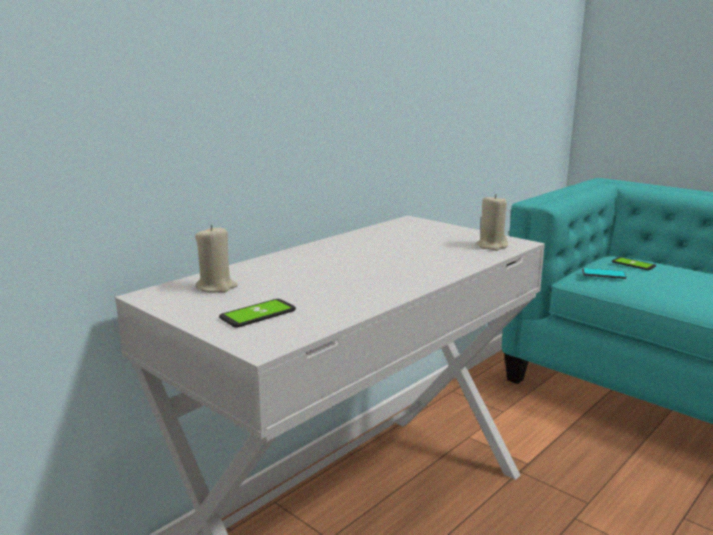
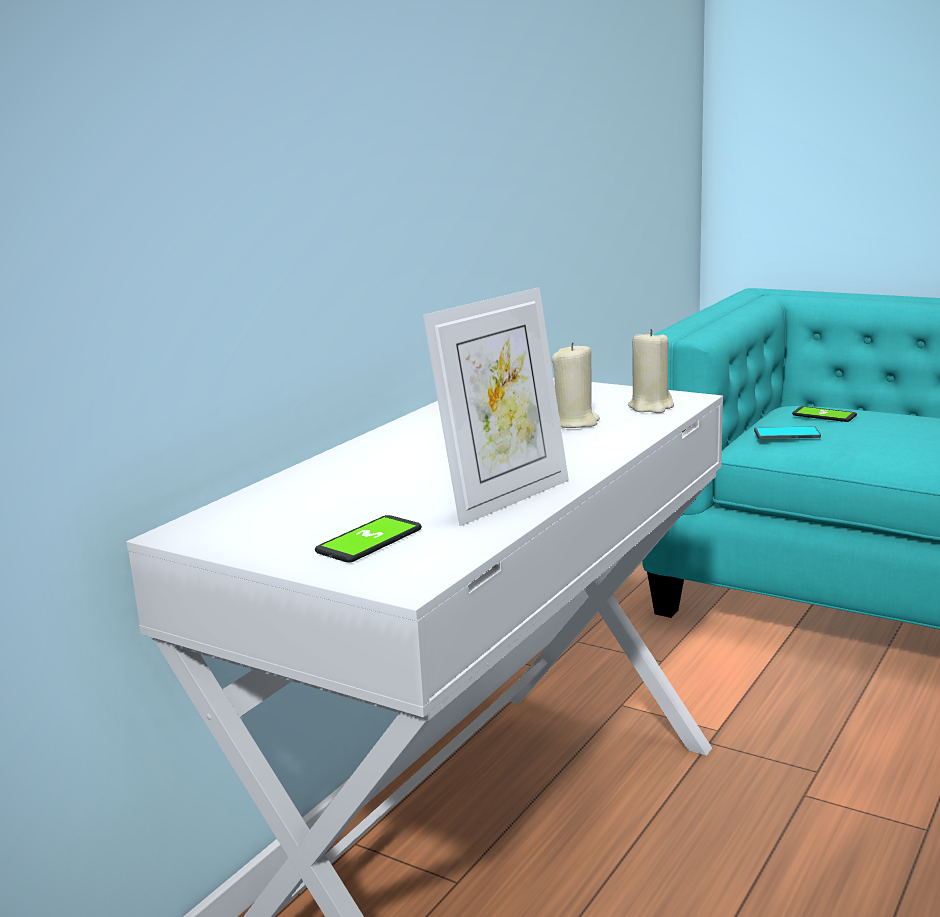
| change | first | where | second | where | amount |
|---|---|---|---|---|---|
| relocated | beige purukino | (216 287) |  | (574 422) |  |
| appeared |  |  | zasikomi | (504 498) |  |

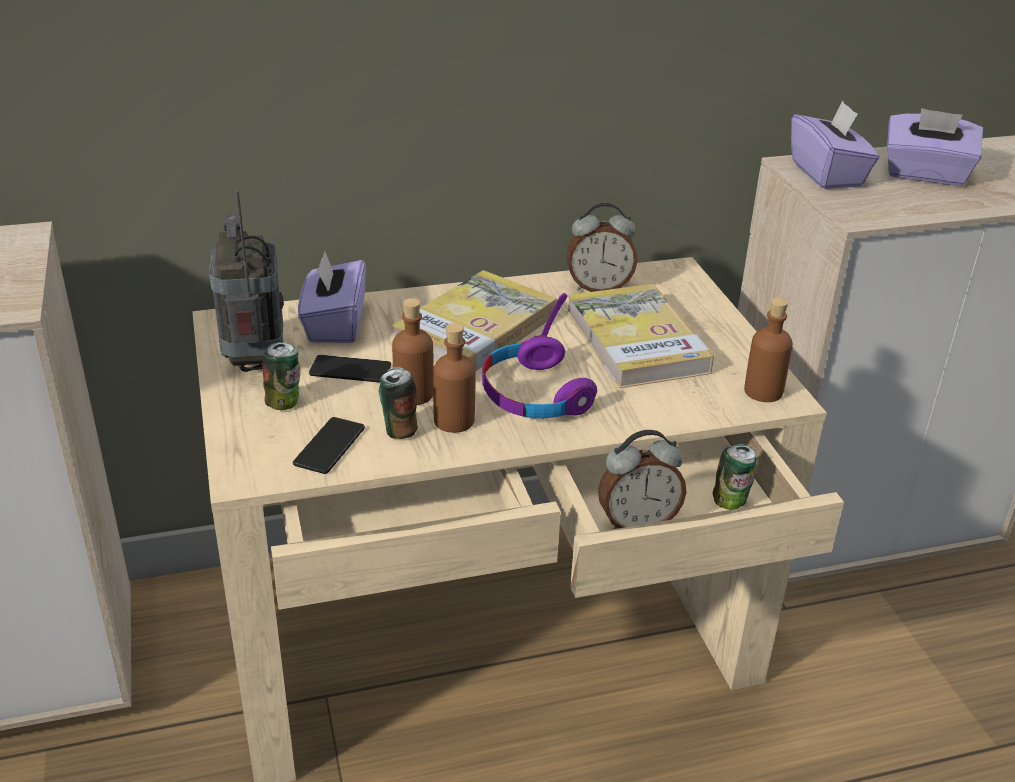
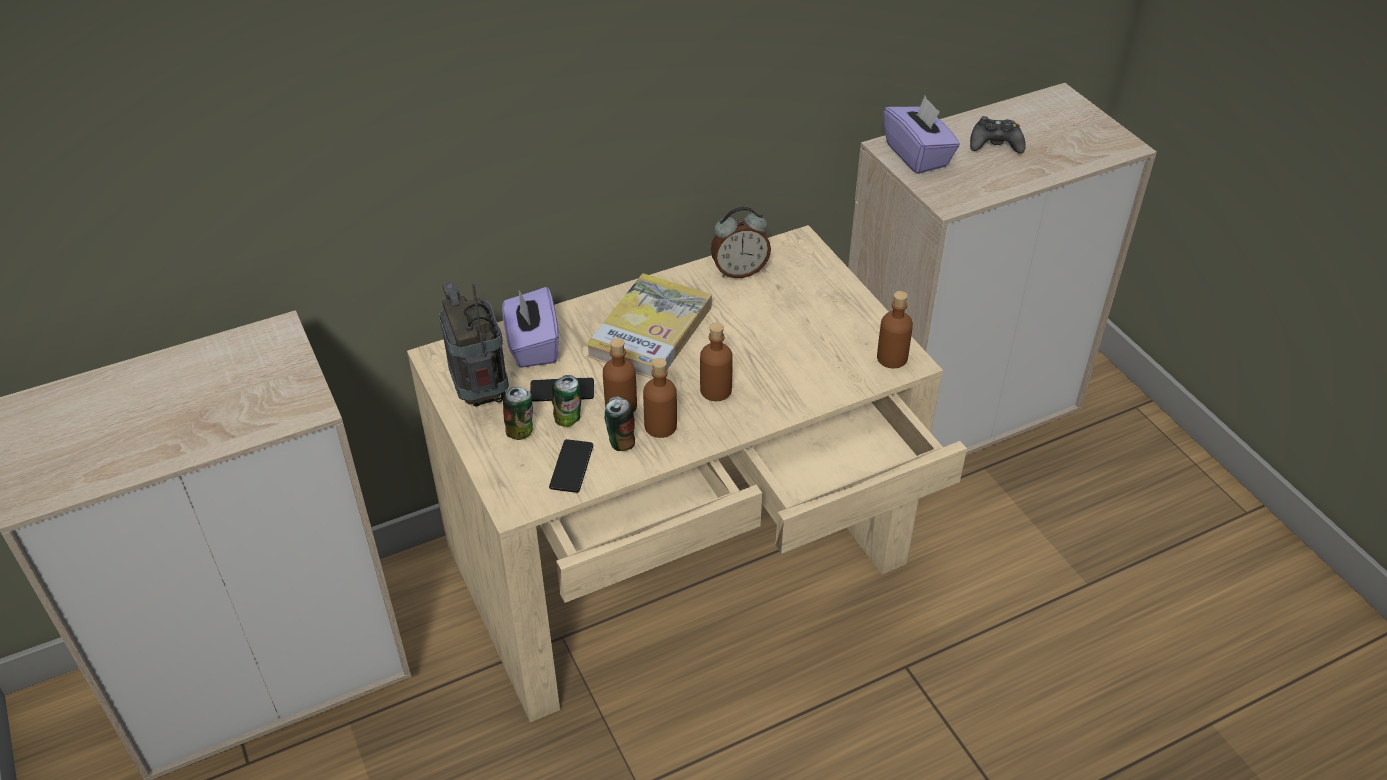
| change | first | where | second | where | amount |
|---|---|---|---|---|---|
| exchanged | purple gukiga | (534 394) | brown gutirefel | (715 390) |  |
| missing | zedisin | (636 341) |  |  |  |
| missing | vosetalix | (637 523) |  |  |  |
| relocated | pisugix | (731 502) |  | (568 419) |  |
| exchanged | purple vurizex | (925 175) | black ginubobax | (995 144) |  |

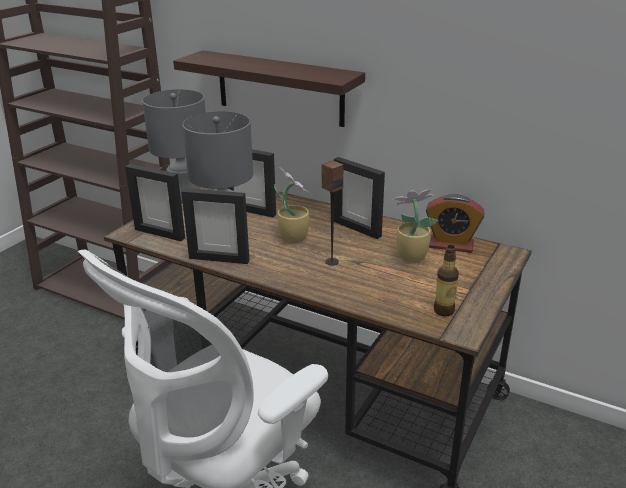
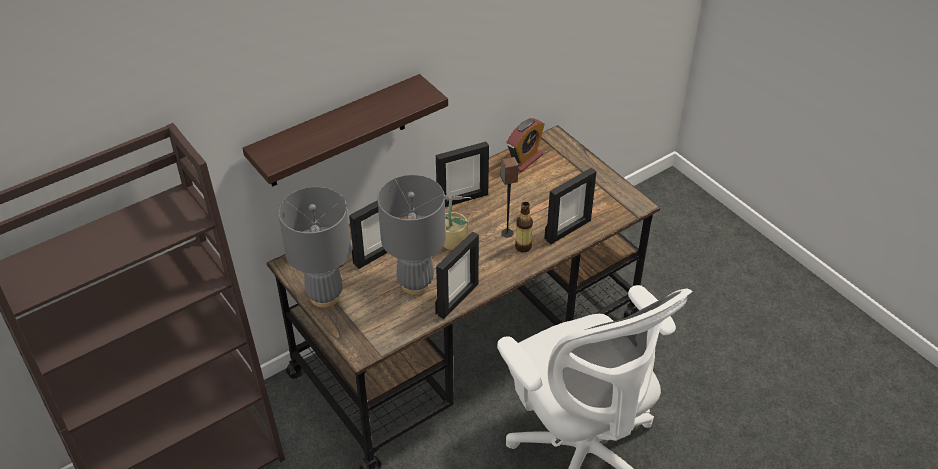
| change | first | where | second | where | amount |
|---|---|---|---|---|---|
| relocated | zasikomi | (160 233) |  | (567 229) |  |
| missing | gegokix | (410 256) |  |  |  |
| relocated | gutirefel | (444 311) |  | (523 247) |  |

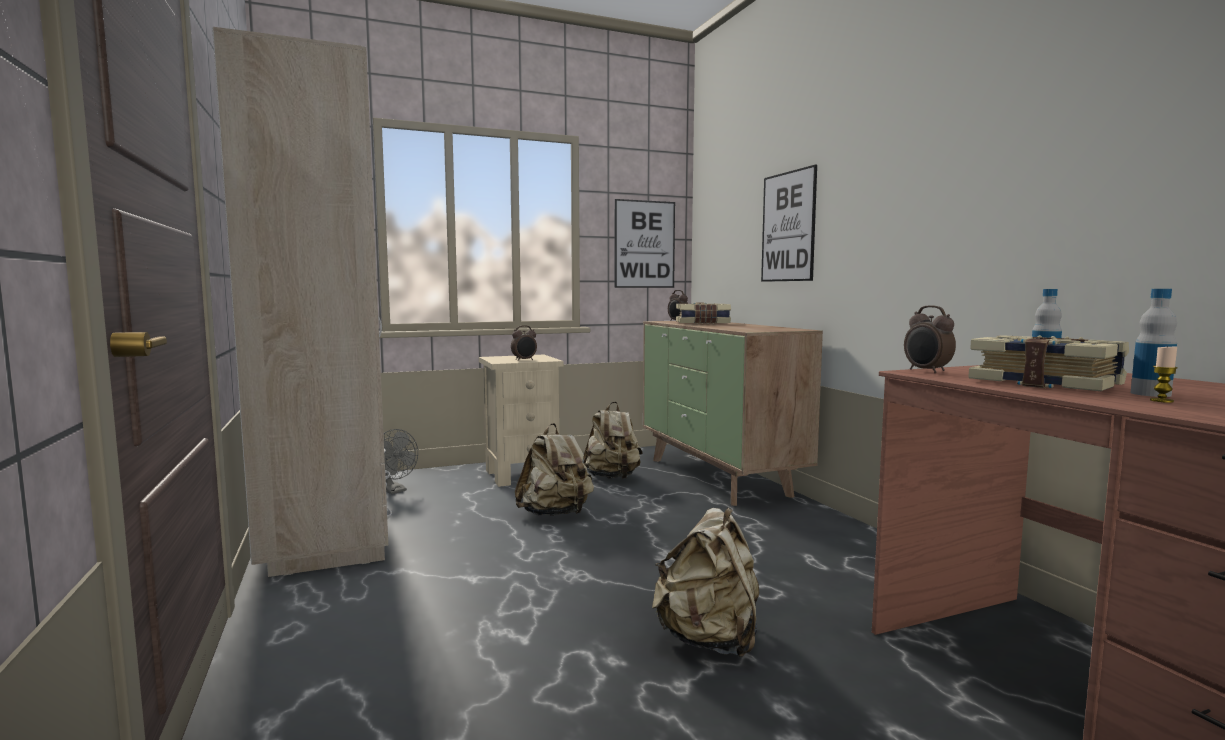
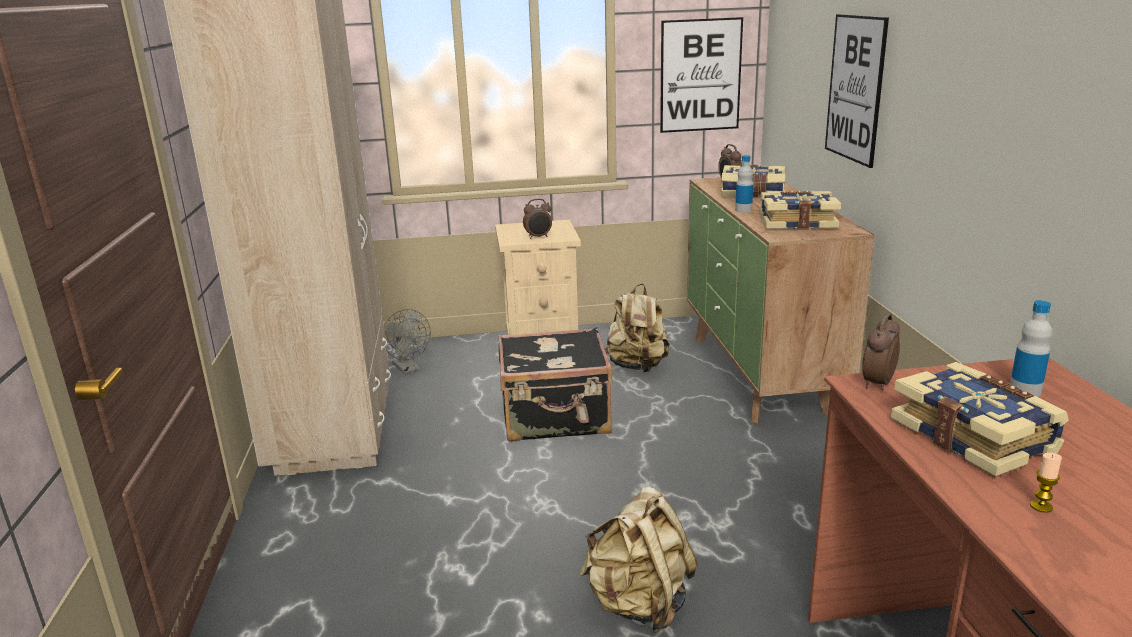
| change | first | where | second | where | amount |
|---|---|---|---|---|---|
| exchanged | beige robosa | (555 514) | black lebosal | (556 418) |  |
| spun | vosetalix | (926 371) |  | (876 383) | 45 degrees clockwise |
| relocated | gutirefel | (1150 394) |  | (743 210) |  |
| appeared |  |  | zedisin | (797 222) |  |

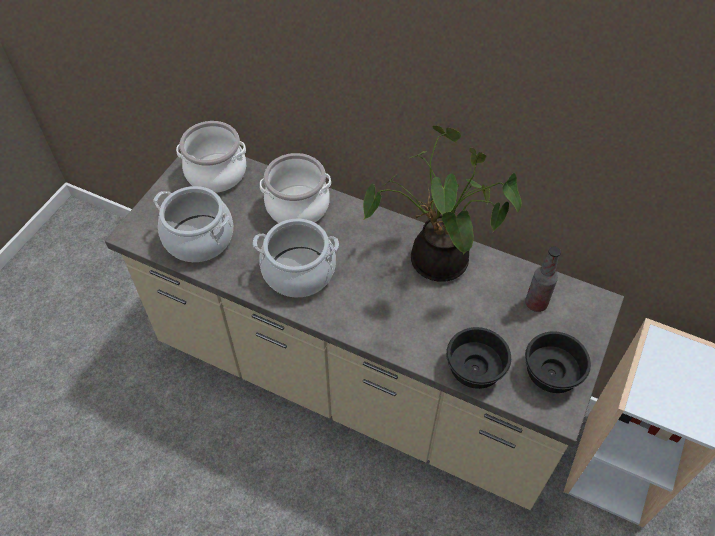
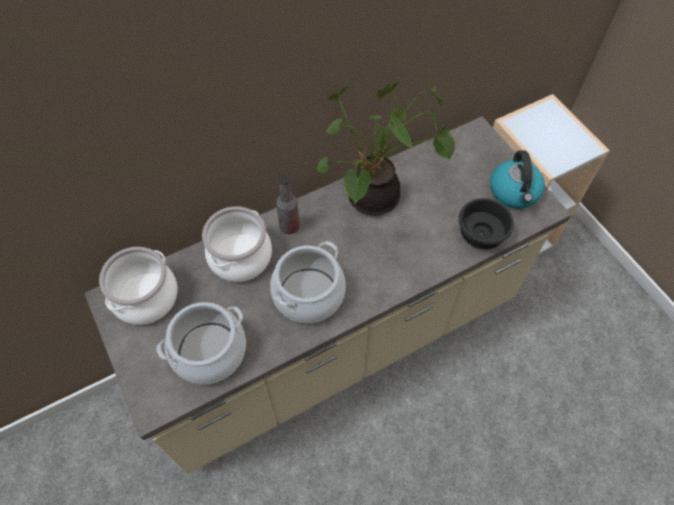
| change | first | where | second | where | amount |
|---|---|---|---|---|---|
| relocated | gutirefel | (536 303) |  | (289 226) |  |
| exchanged | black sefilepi | (553 373) | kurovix | (514 192) |  |

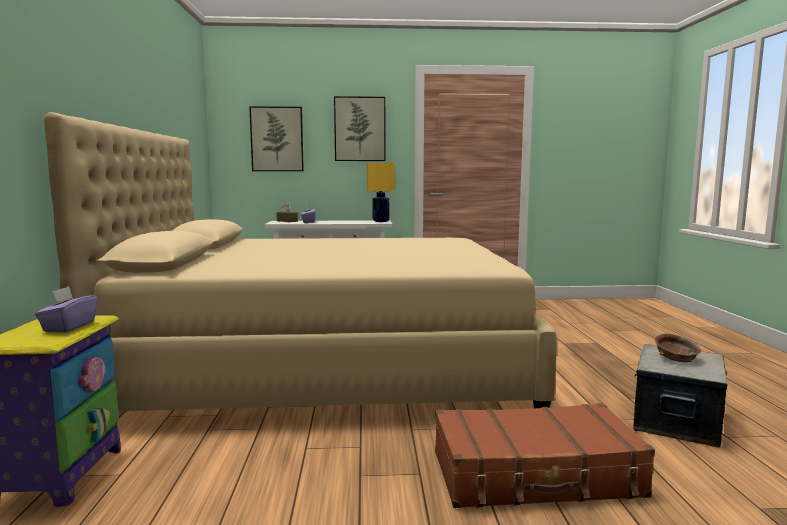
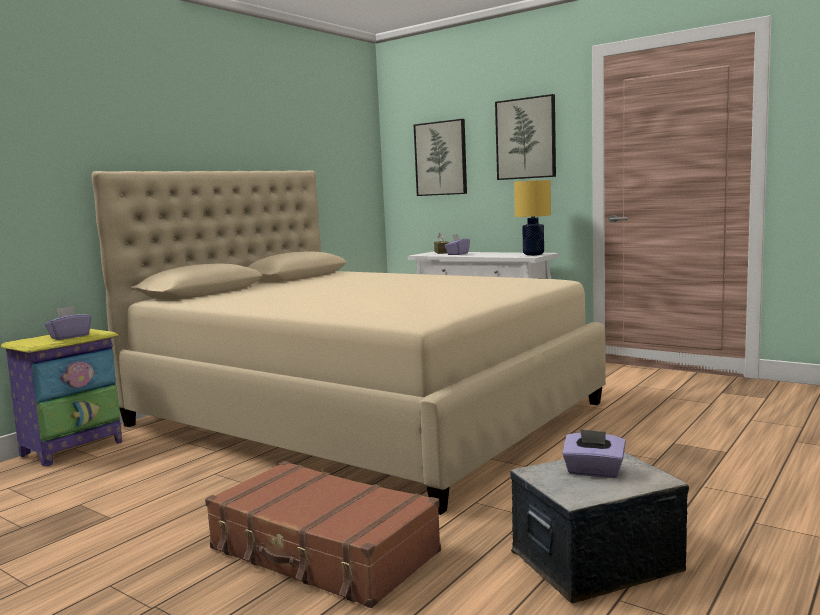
| change | first | where | second | where | amount |
|---|---|---|---|---|---|
| exchanged | brown sefilepi | (675 359) | purple vurizex | (593 472) |  |

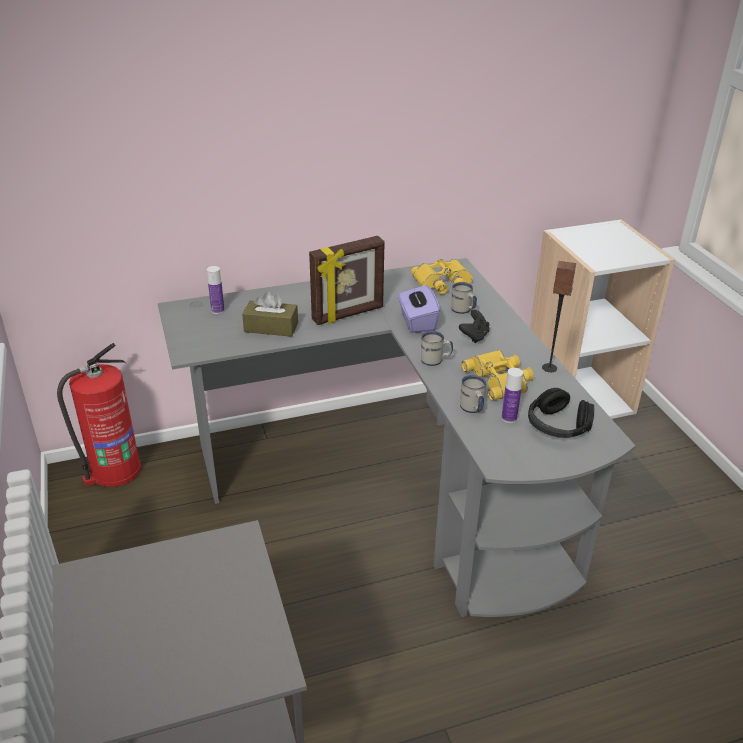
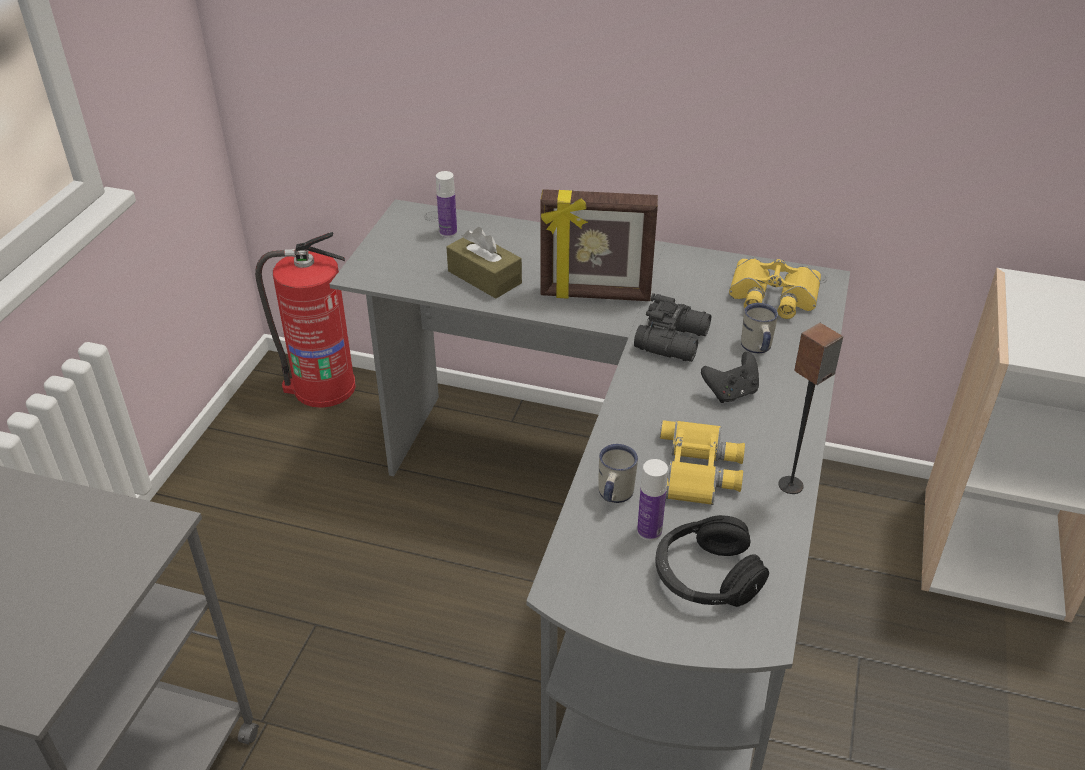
| change | first | where | second | where | amount |
|---|---|---|---|---|---|
| exchanged | purple vurizex | (417 322) | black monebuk | (674 340) |  |
| missing | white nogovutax | (435 361) |  |  |  |

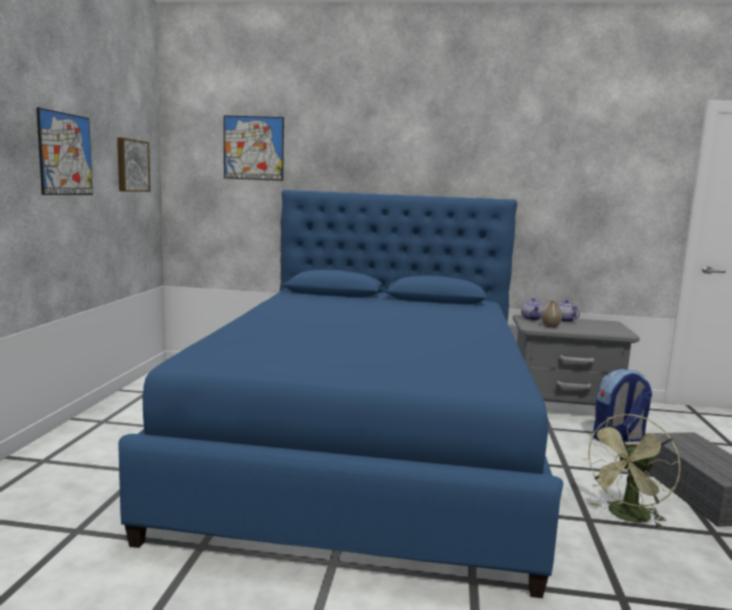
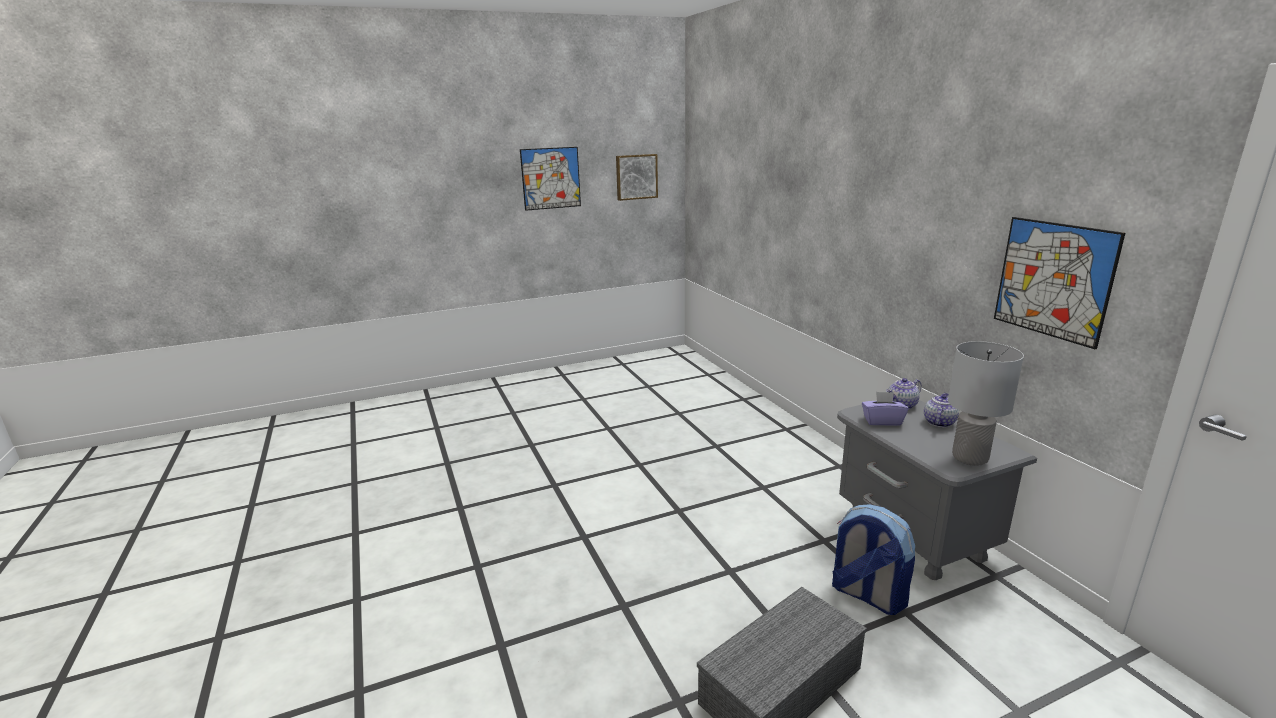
| change | first | where | second | where | amount |
|---|---|---|---|---|---|
| missing | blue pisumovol | (368 445) |  |  |  |
| relocated | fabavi | (253 148) |  | (1053 280) |  |
| exchanged | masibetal | (550 326) | purple vurizex | (882 421) |  |
| missing | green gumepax | (627 517) |  |  |  |
| appeared |  |  | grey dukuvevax | (969 460) |  |

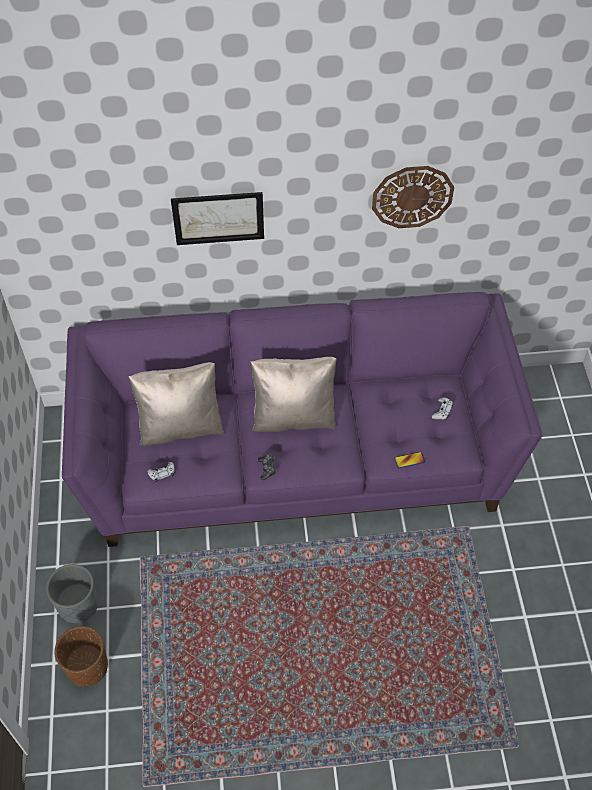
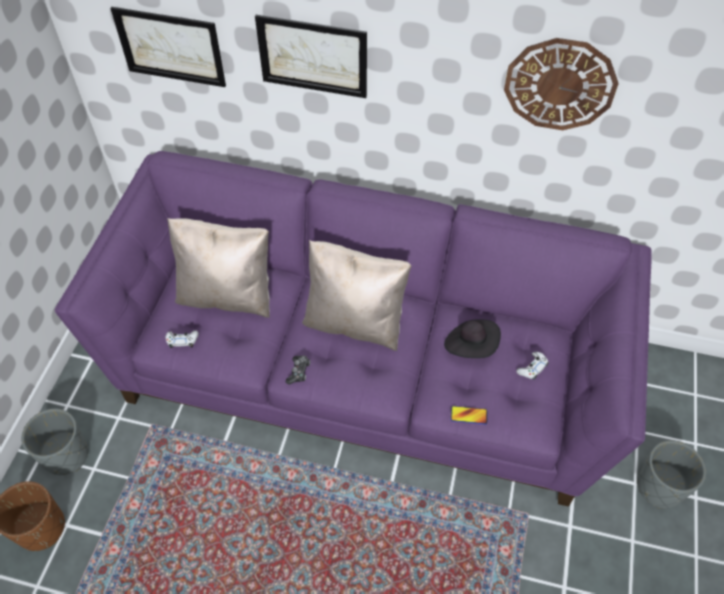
| change | first | where | second | where | amount |
|---|---|---|---|---|---|
| appeared |  |  | fabavi | (170 47) |  |
| appeared |  |  | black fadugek | (471 346) |  |
| appeared |  |  | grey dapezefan | (659 487) |  |

